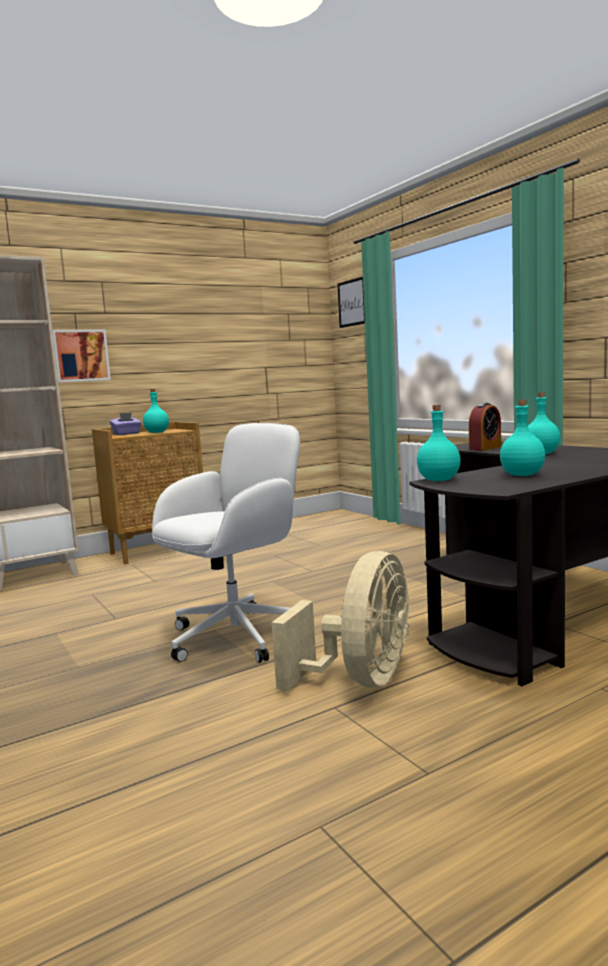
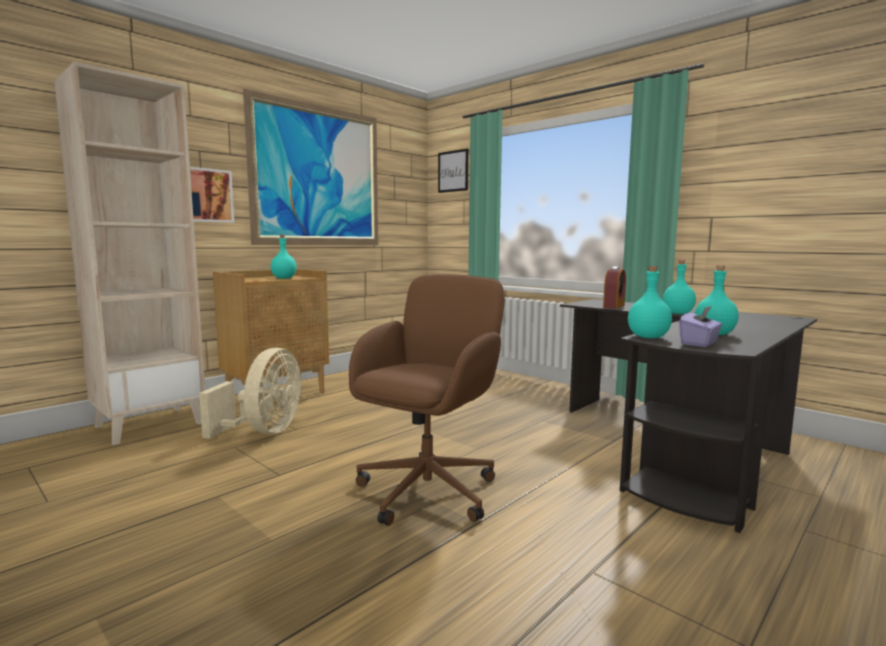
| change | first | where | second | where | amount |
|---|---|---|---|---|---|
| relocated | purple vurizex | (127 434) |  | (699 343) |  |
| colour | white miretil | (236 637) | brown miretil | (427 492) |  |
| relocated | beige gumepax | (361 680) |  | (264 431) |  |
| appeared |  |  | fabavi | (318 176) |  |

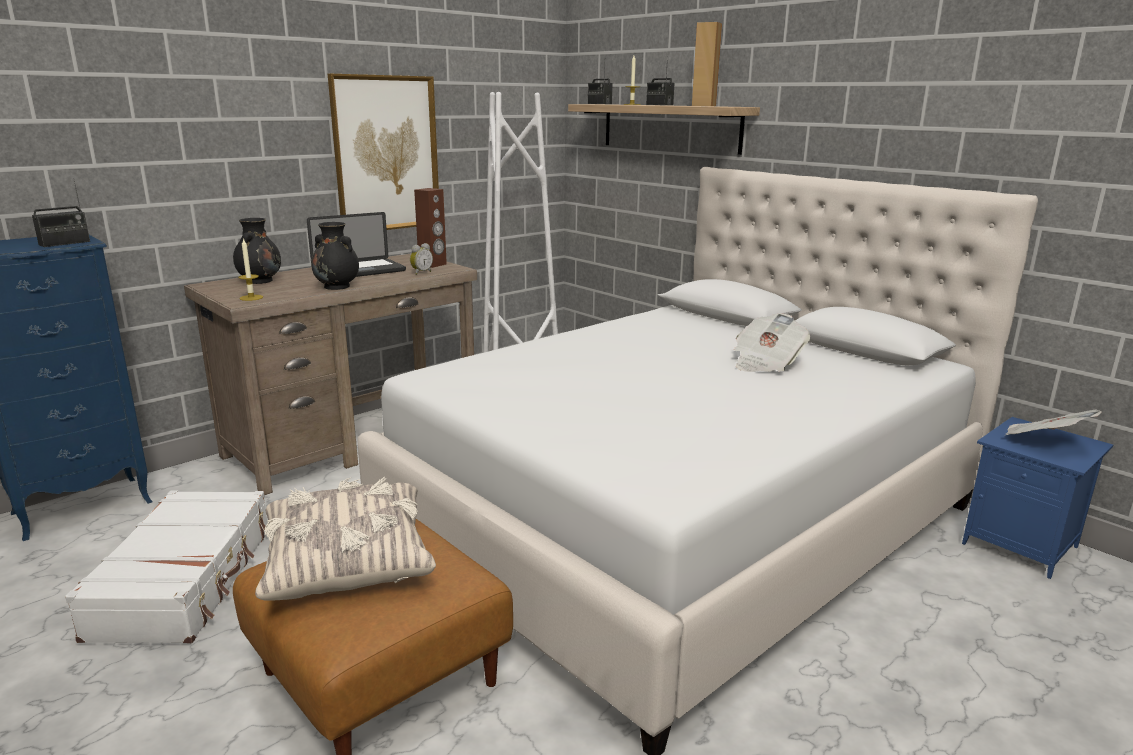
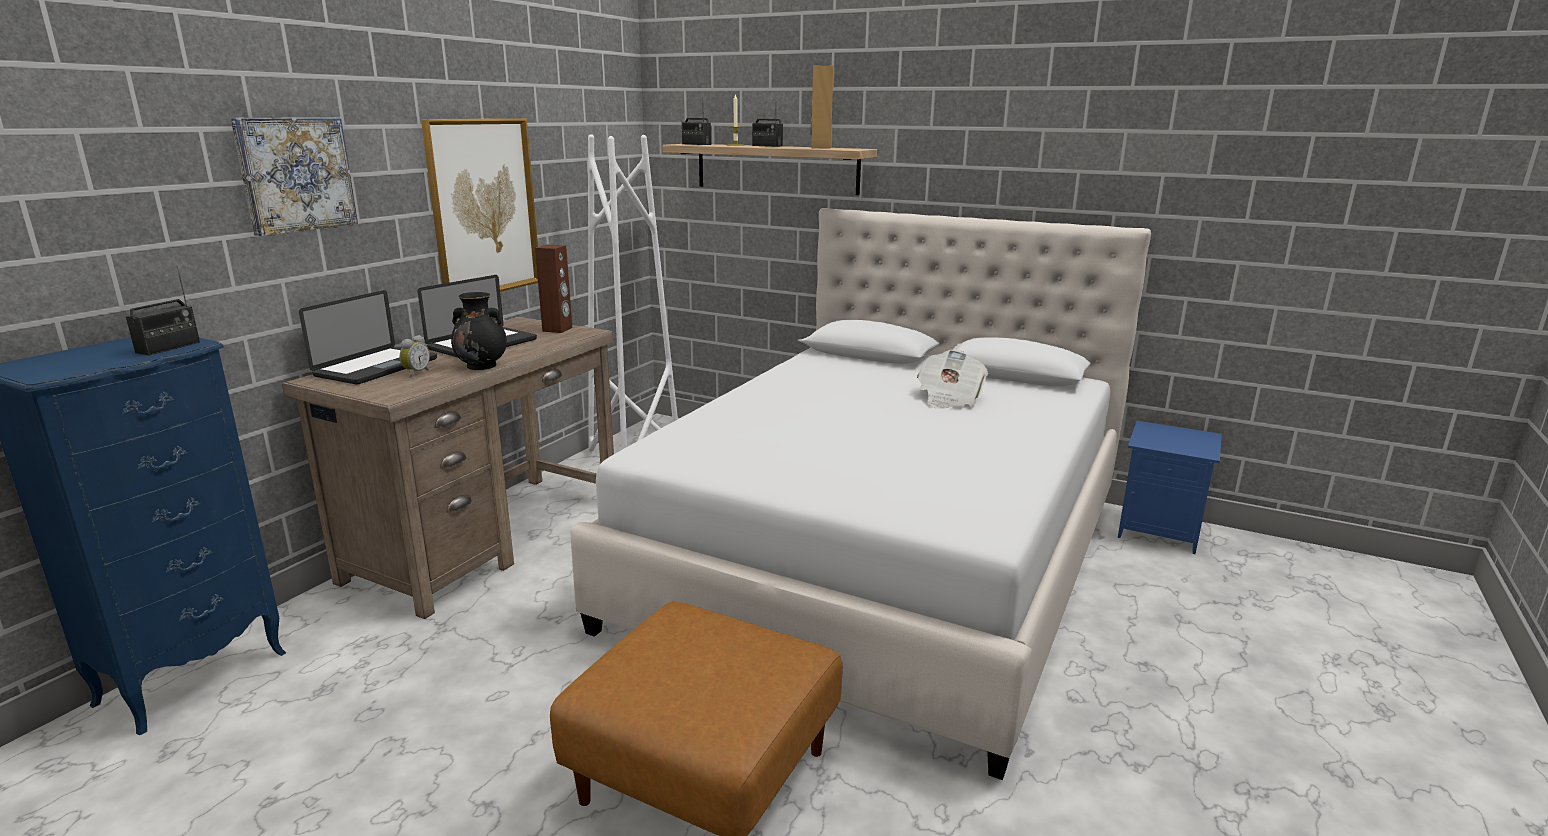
| change | first | where | second | where | amount |
|---|---|---|---|---|---|
| missing | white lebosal | (186 580) |  |  |  |
| exchanged | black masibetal | (260 281) | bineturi | (376 367) |  |
| missing | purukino | (251 298) |  |  |  |
| missing | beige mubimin | (349 565) |  |  |  |
| relocated | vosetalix | (421 272) |  | (415 373) |  |
| missing | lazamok | (1043 442) |  |  |  |
| appeared |  |  | fabavi | (295 174) |  |

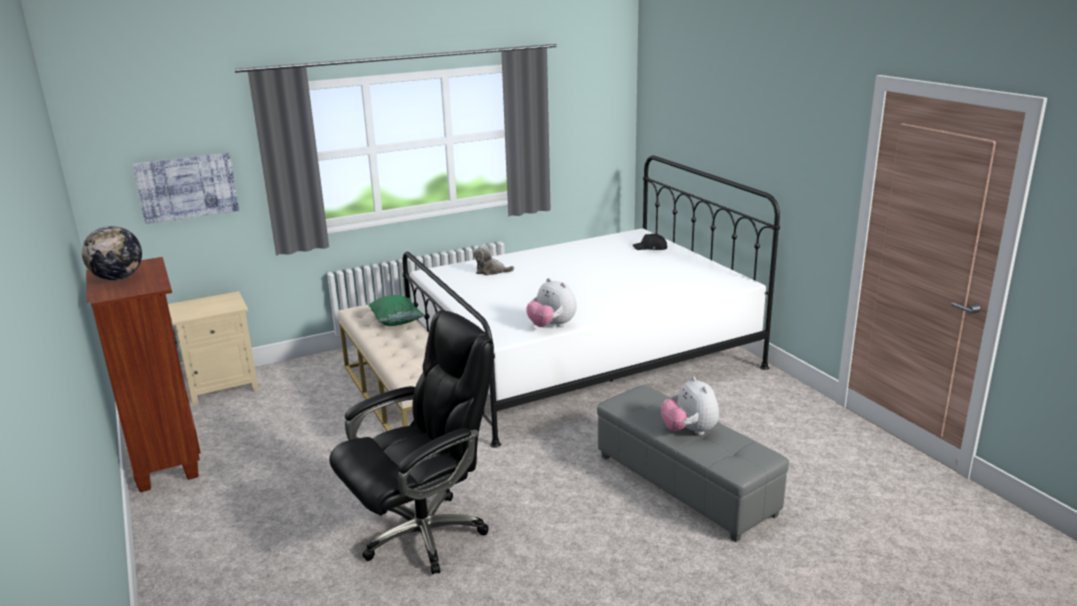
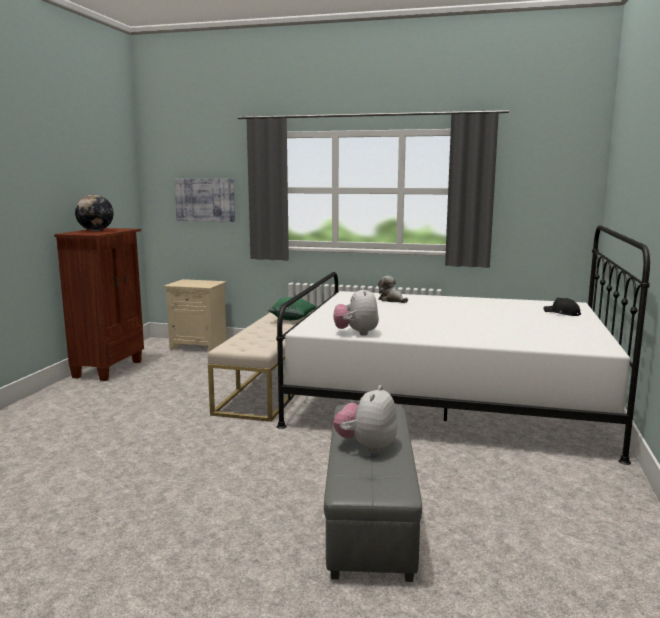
| change | first | where | second | where | amount |
|---|---|---|---|---|---|
| missing | black miretil | (421 535) |  |  |  |

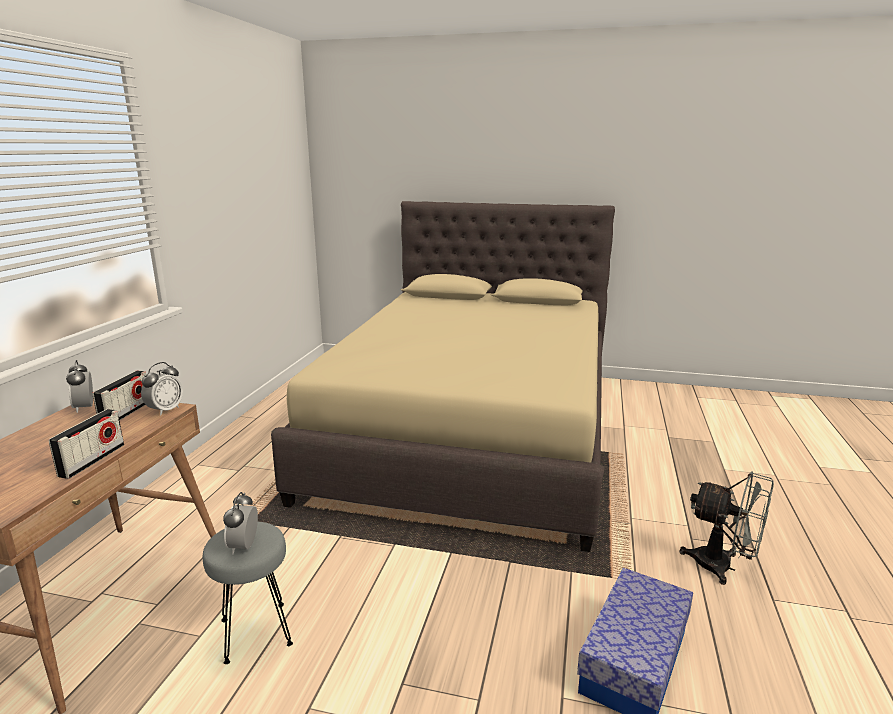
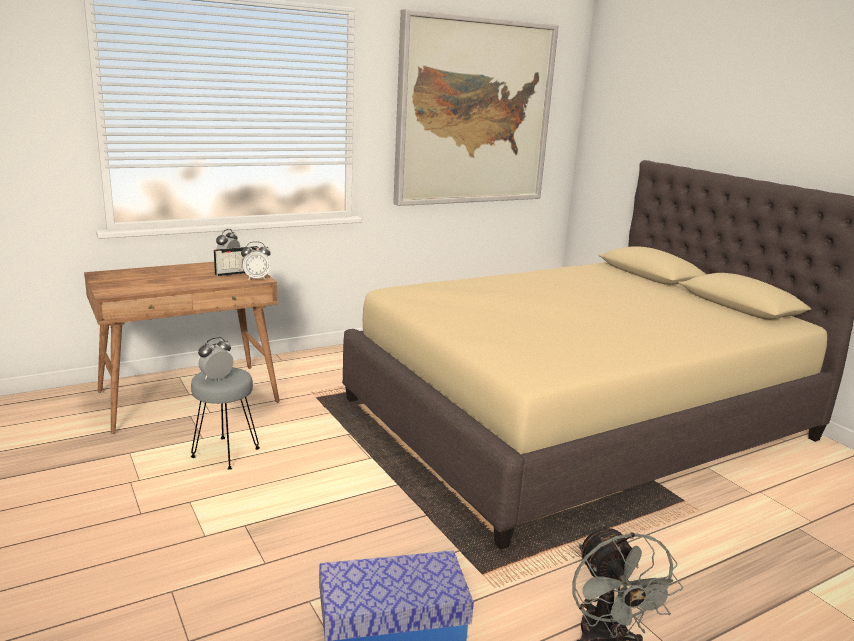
| change | first | where | second | where | amount |
|---|---|---|---|---|---|
| missing | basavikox | (92 460) |  |  |  |
| appeared |  |  | fabavi | (474 112) |  |

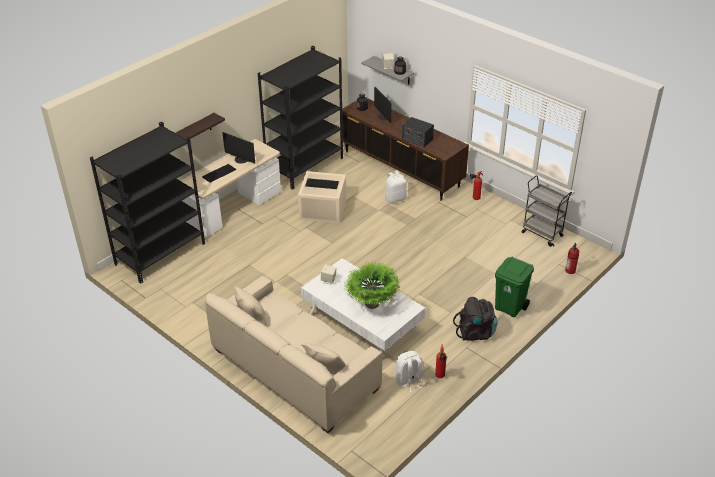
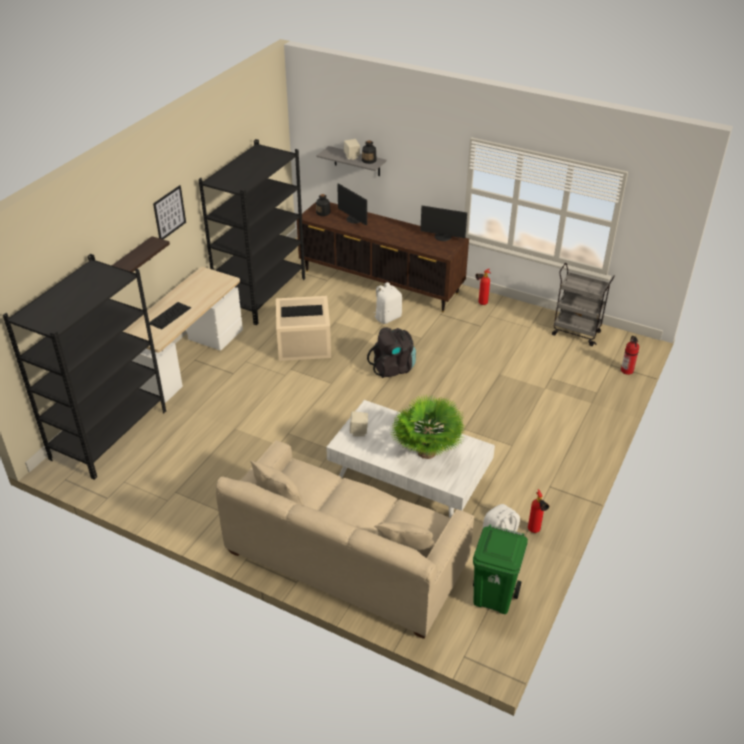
| change | first | where | second | where | amount |
|---|---|---|---|---|---|
| relocated | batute | (241 159) |  | (442 237) |  |
| missing | basavikox | (417 139) |  |  |  |
| relocated | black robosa | (475 332) |  | (393 368) |  |
| relocated | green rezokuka | (510 307) |  | (494 597) |  |
| appeared |  |  | fabavi | (169 213) |  |

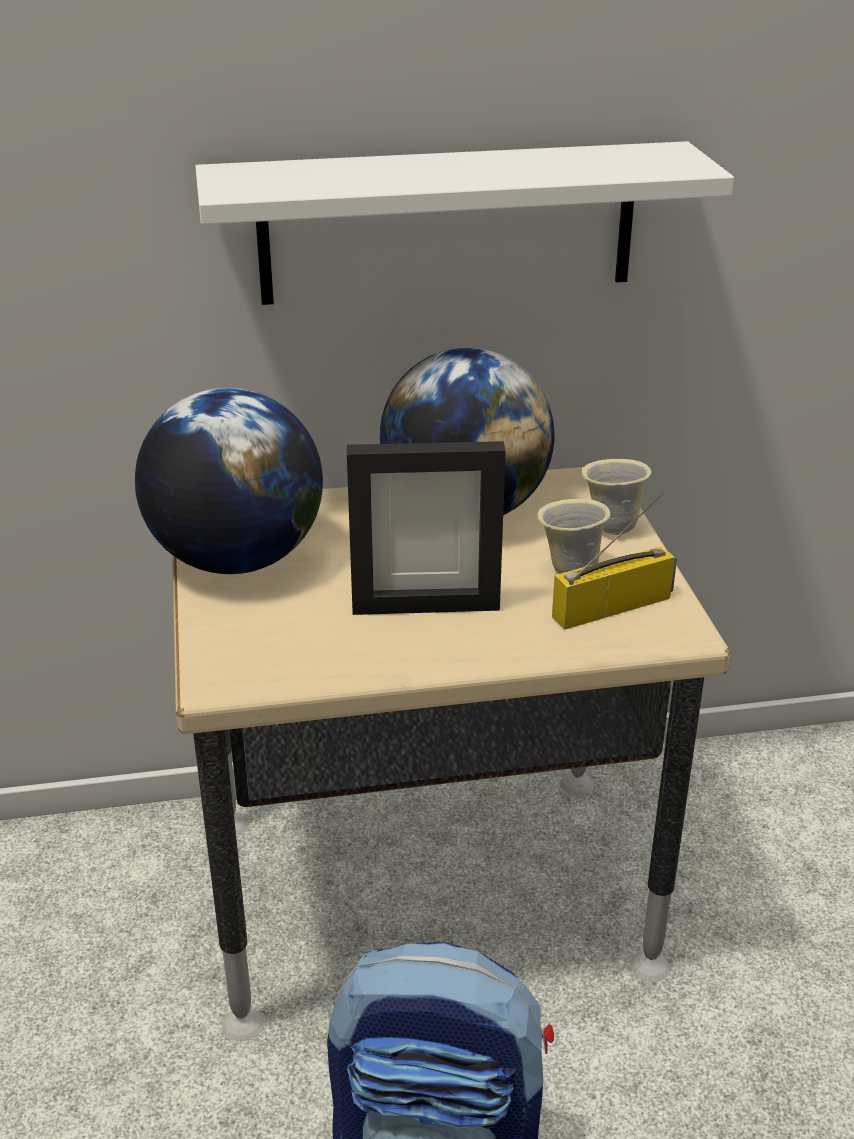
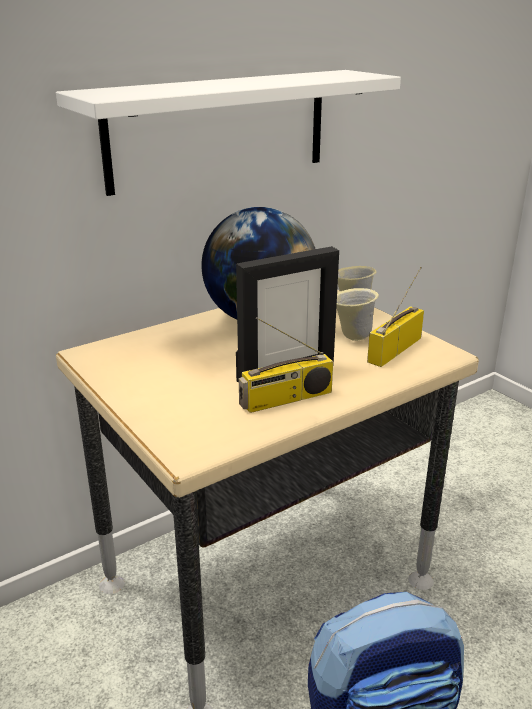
| change | first | where | second | where | amount |
|---|---|---|---|---|---|
| missing | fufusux | (237 560) |  |  |  |
| appeared |  |  | basavikox | (286 399) |  |

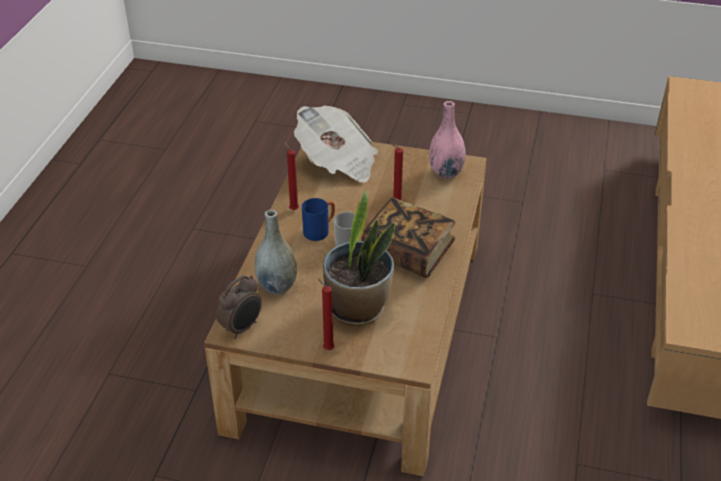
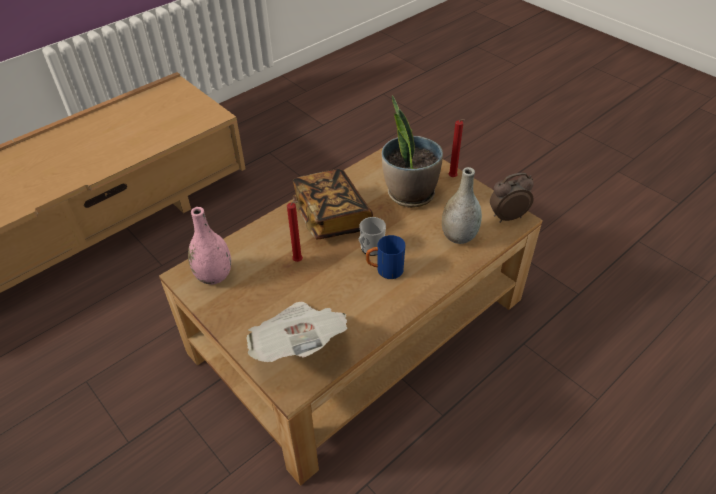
| change | first | where | second | where | amount |
|---|---|---|---|---|---|
| missing | red purukino | (293 209) |  |  |  |

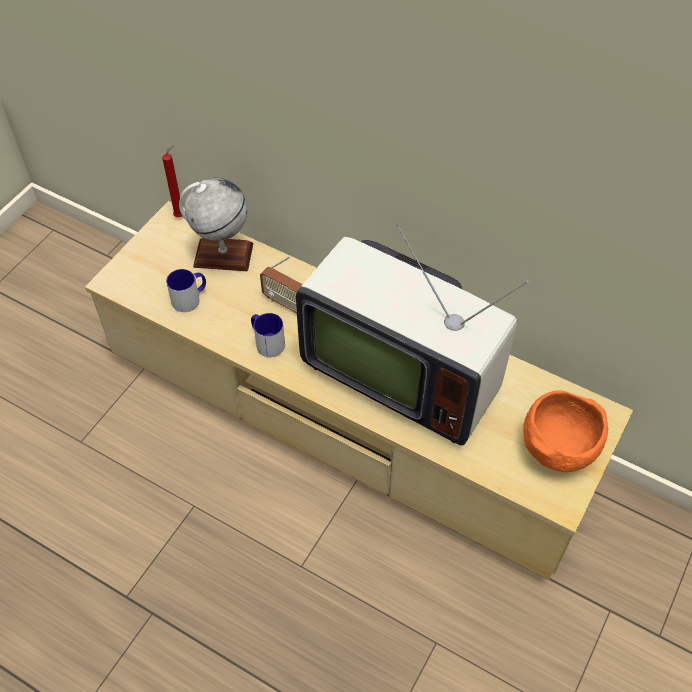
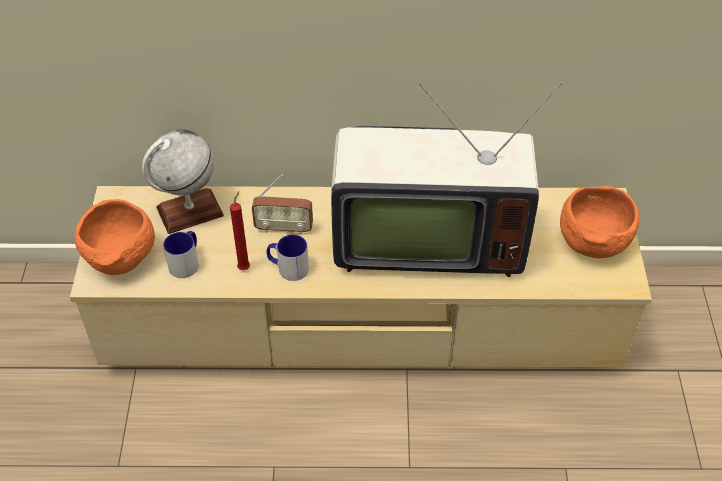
| change | first | where | second | where | amount |
|---|---|---|---|---|---|
| relocated | red purukino | (181 216) |  | (245 267) |  |
| appeared |  |  | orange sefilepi | (121 260) |  |

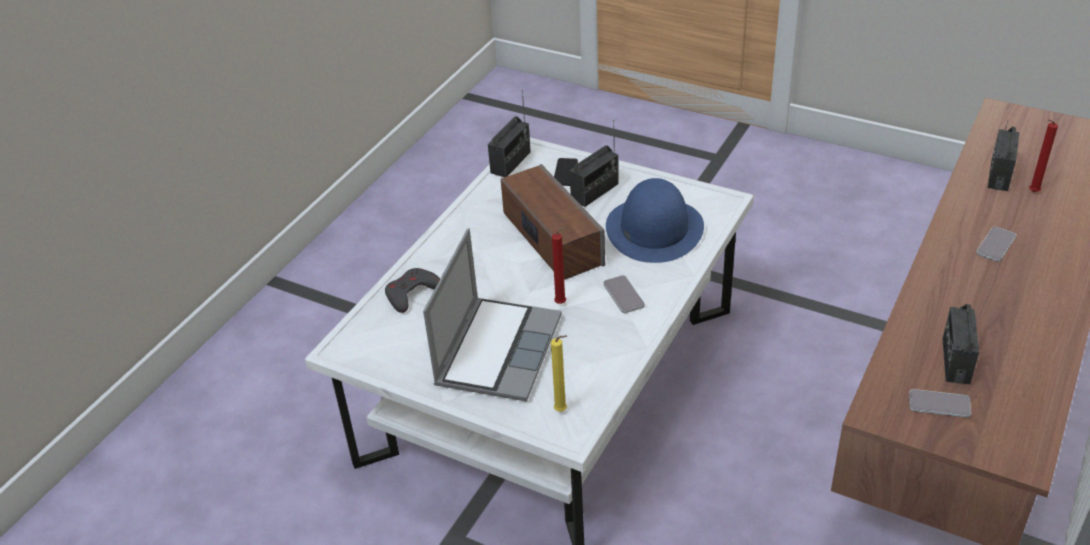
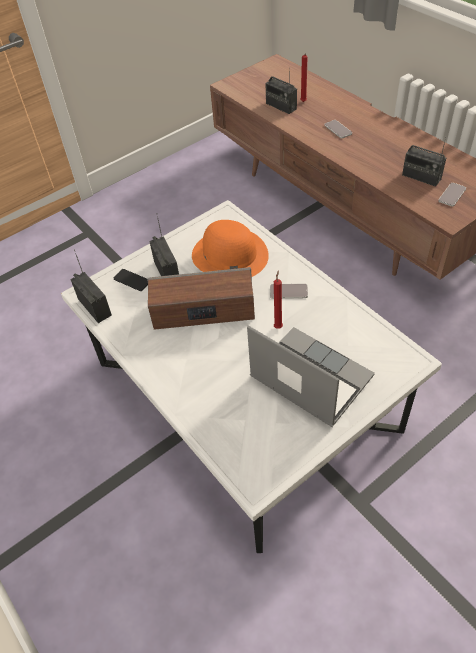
| change | first | where | second | where | amount |
|---|---|---|---|---|---|
| missing | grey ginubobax | (411 293) |  |  |  |
| missing | yellow purukino | (562 411) |  |  |  |
| colour | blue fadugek | (654 228) | orange fadugek | (229 255) |  |

